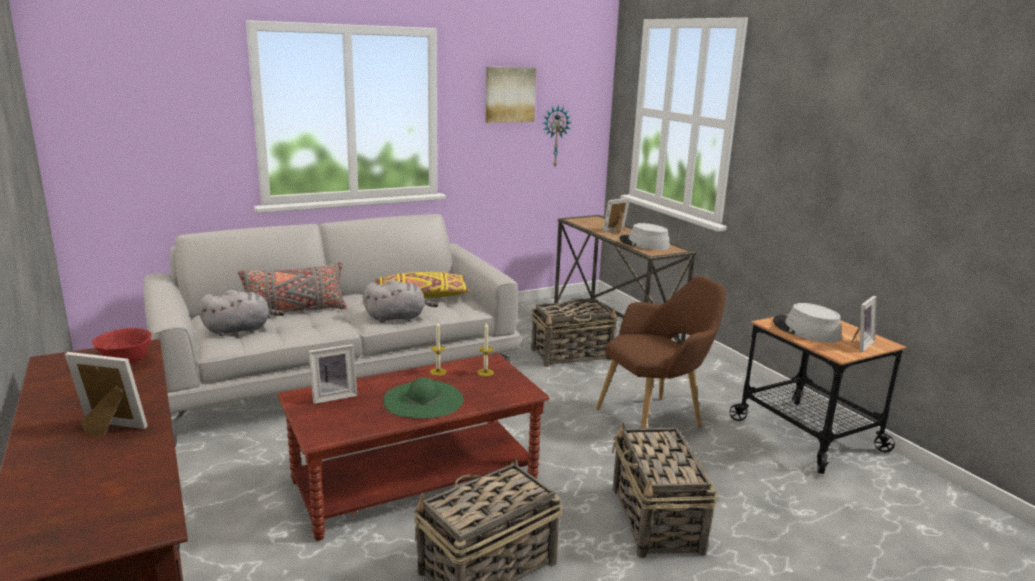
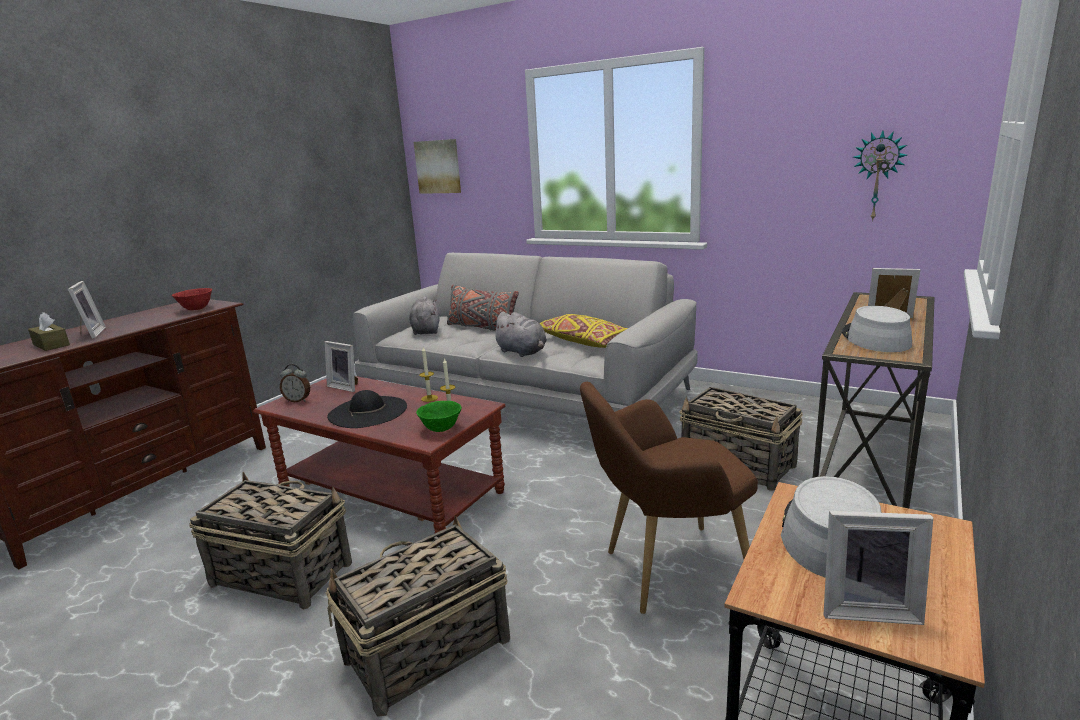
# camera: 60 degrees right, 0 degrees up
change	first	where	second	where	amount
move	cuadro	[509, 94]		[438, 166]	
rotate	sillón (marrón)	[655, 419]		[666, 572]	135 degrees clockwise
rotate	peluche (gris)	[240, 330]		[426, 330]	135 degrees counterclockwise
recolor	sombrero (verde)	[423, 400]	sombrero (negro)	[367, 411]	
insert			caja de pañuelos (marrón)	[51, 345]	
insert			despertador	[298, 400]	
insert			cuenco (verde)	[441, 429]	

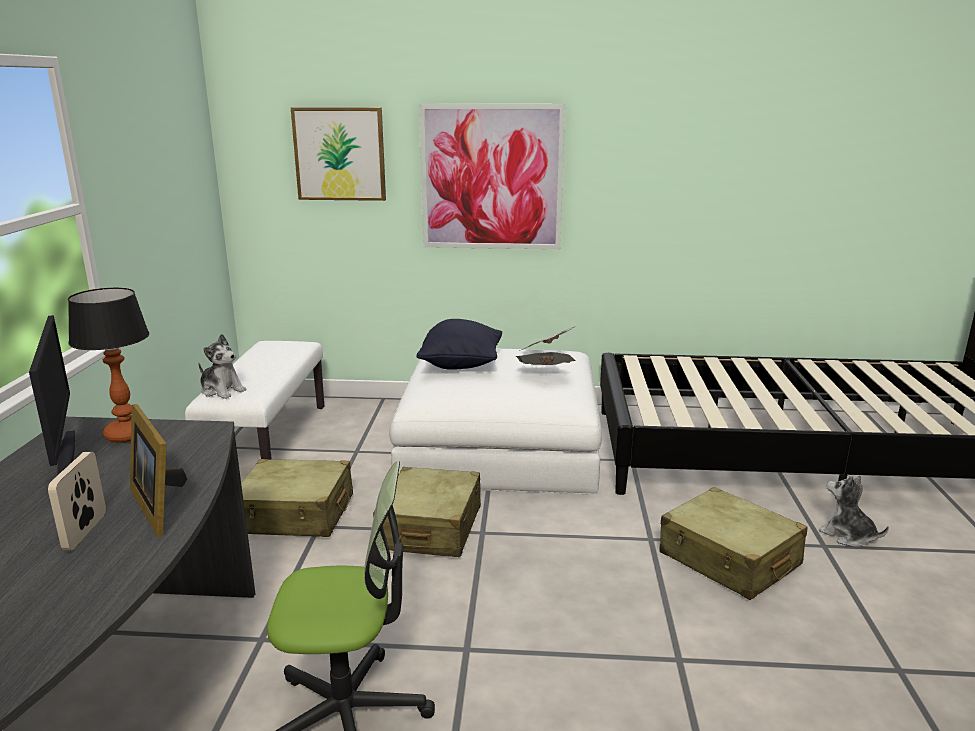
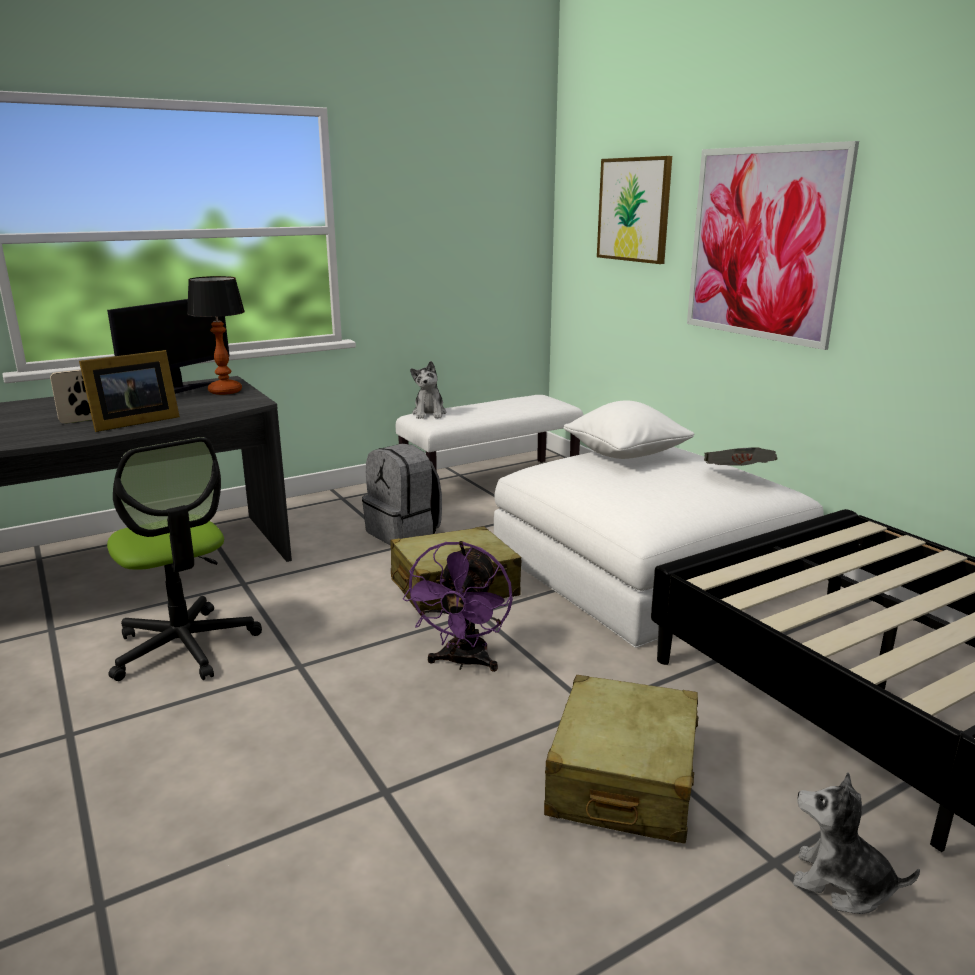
# camera: 55 degrees right, 0 degrees up
change	first	where	second	where	amount
recolor	cojín (negro)	[461, 365]	cojín (blanco)	[626, 456]	
delete	periódico	[545, 374]			
rotate	portarretratos	[160, 505]		[132, 422]	150 degrees counterclockwise
replace	maleta (beis)	[296, 514]	mochila (gris)	[404, 533]	
rotate	peluche	[847, 536]		[841, 884]	75 degrees counterclockwise
insert			ventilador (morado)	[463, 662]	

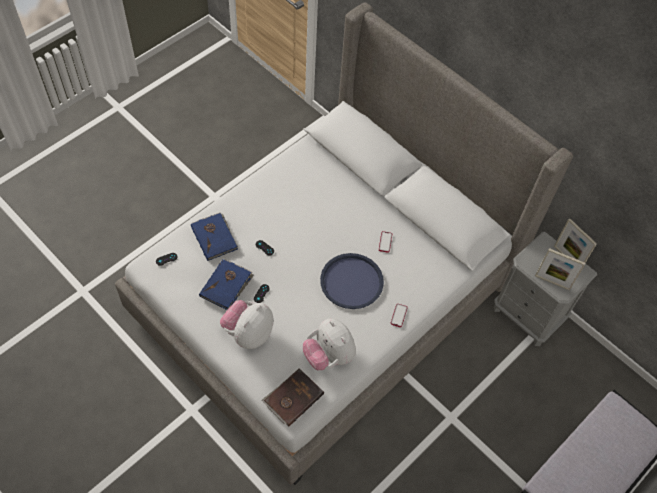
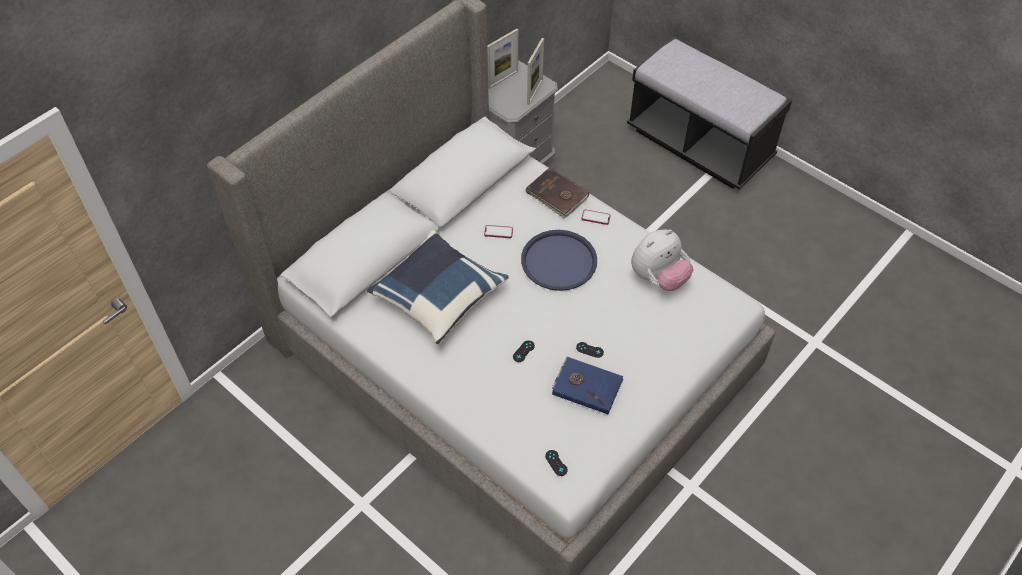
# camera: 90 degrees left, 5 degrees down
change	first	where	second	where	amount
delete	libro (azul)	[214, 237]			
delete	peluche	[248, 333]			
move	libro (marrón)	[292, 398]		[557, 195]	
insert			cojín (azul)	[438, 297]	

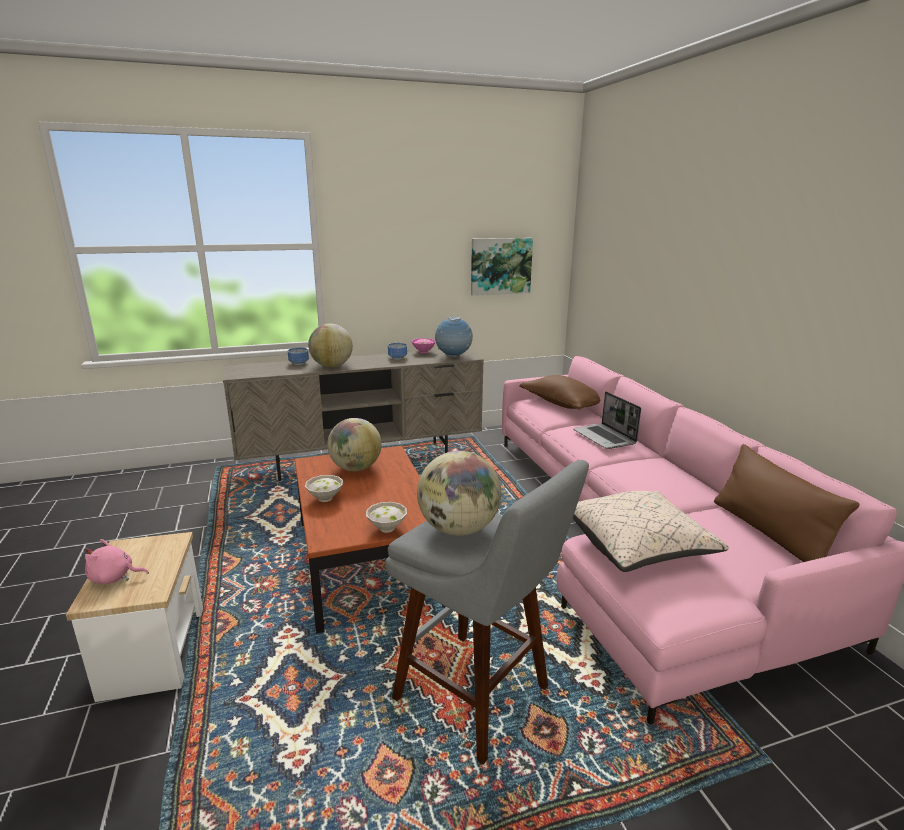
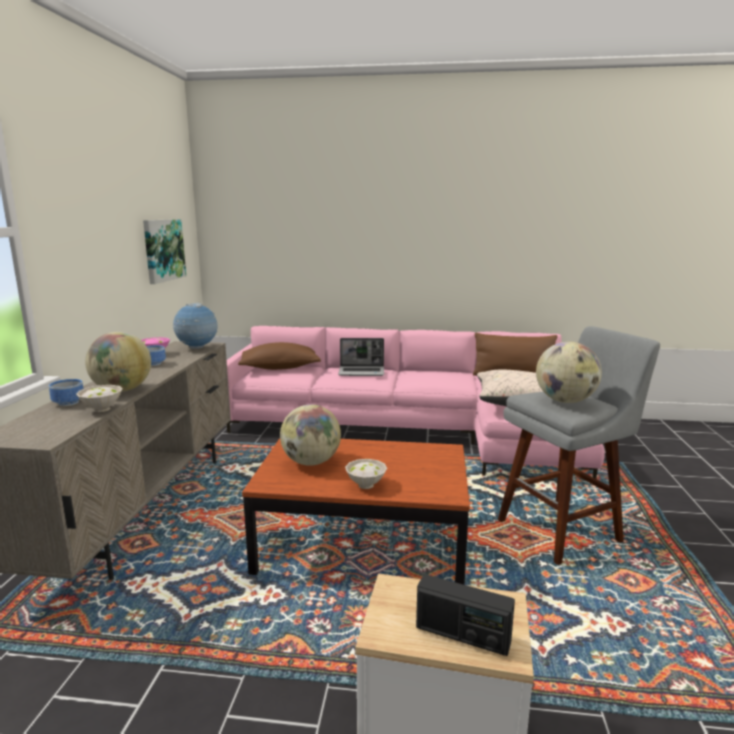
# camera: 65 degrees left, 5 degrees down
change	first	where	second	where	amount
move	cuenco (blanco)	[386, 528]		[101, 409]	
replace	peluche (rosa)	[114, 577]	radio	[462, 635]	

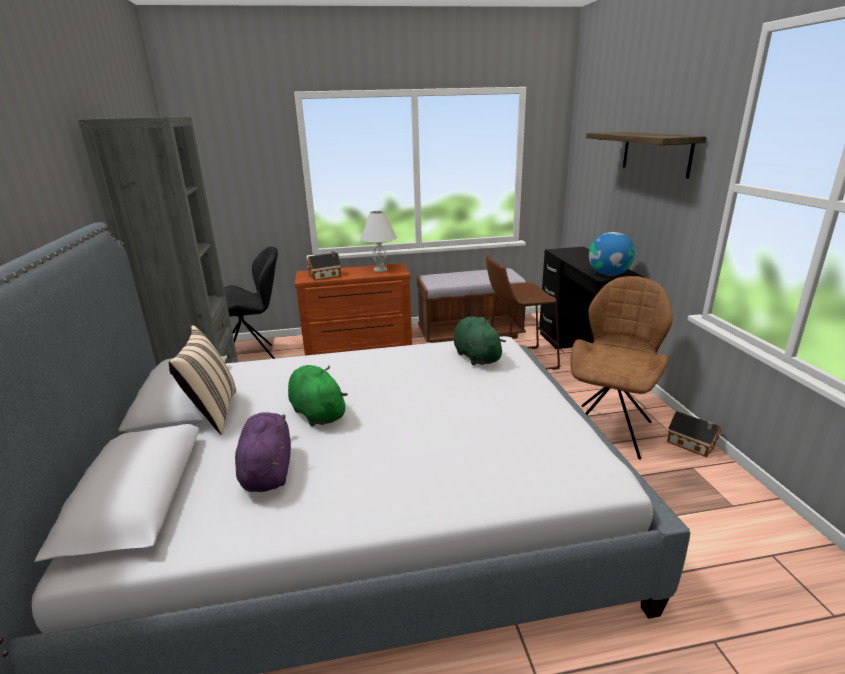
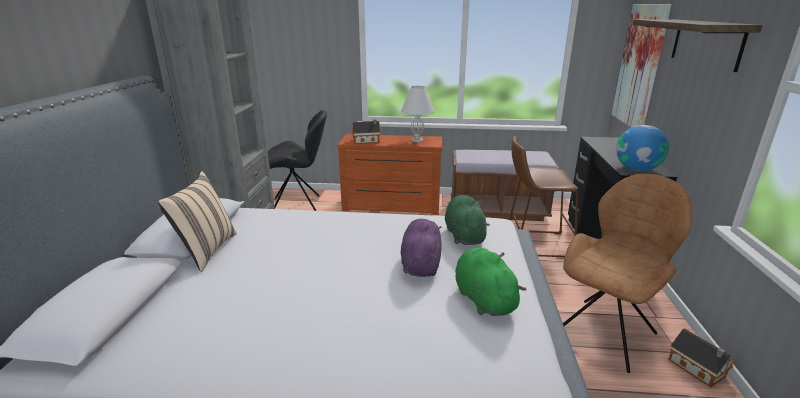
# camera: 15 degrees right, 0 degrees up
change	first	where	second	where	amount
move	peluche (verde)	[317, 412]		[483, 298]	
move	peluche (morado)	[267, 470]		[420, 263]	
insert			cuadro	[639, 66]	

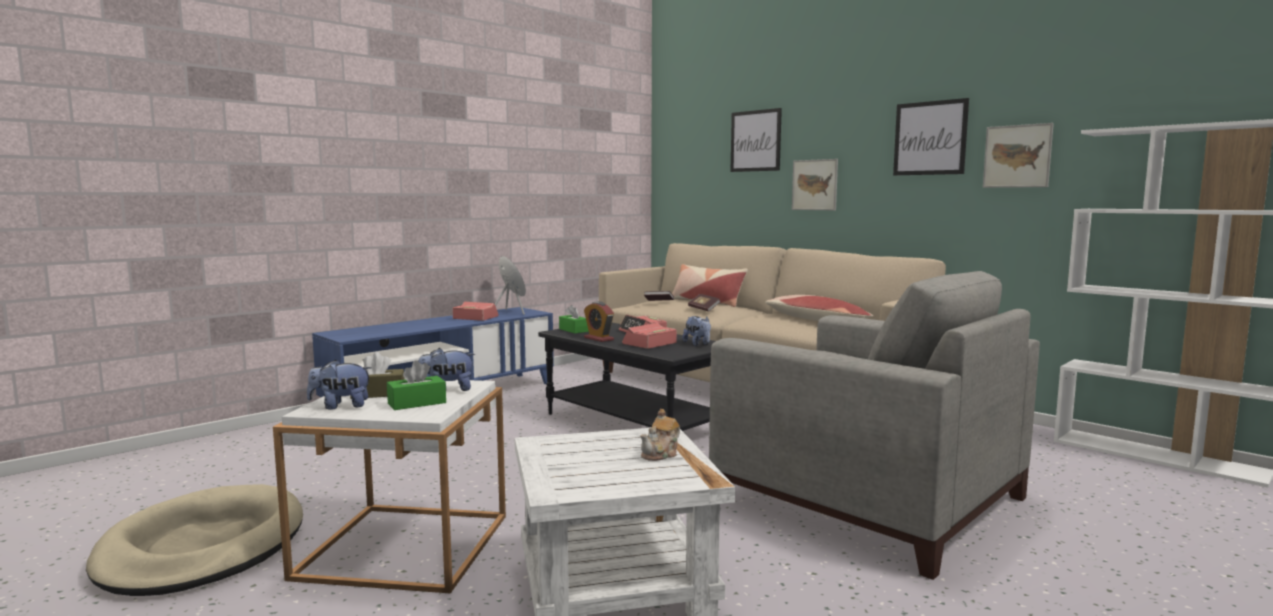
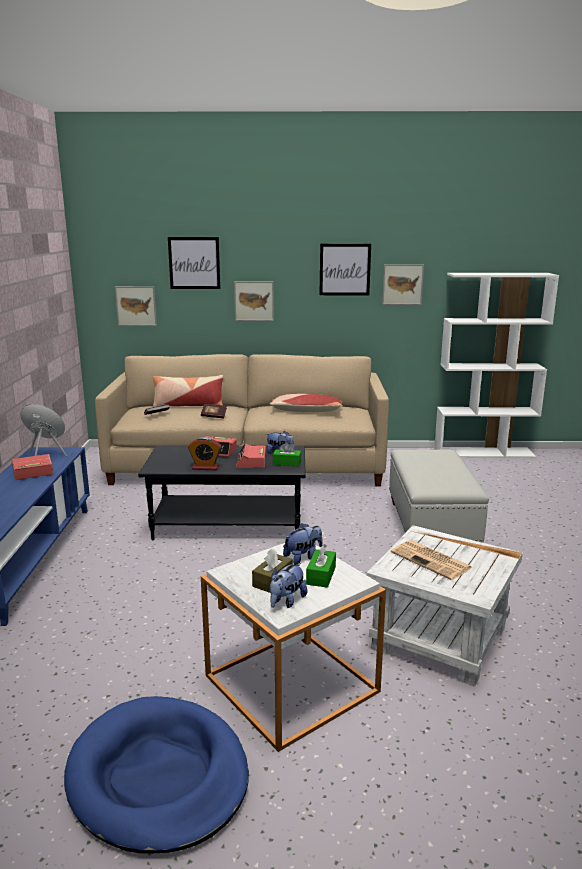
# camera: 45 degrees left, 10 degrees up
change	first	where	second	where	amount
replace	sillón (gris)	[863, 497]	puf (blanco)	[431, 527]	
move	caja de pañuelos (verde)	[573, 330]		[287, 463]	
rotate	peluche	[446, 390]		[303, 557]	150 degrees counterclockwise
delete	tetera	[661, 454]			
recolor	cama para perro (beis)	[202, 547]	cama para perro (azul)	[158, 777]	
insert			cuadro	[136, 306]	
insert			periódico	[432, 560]	

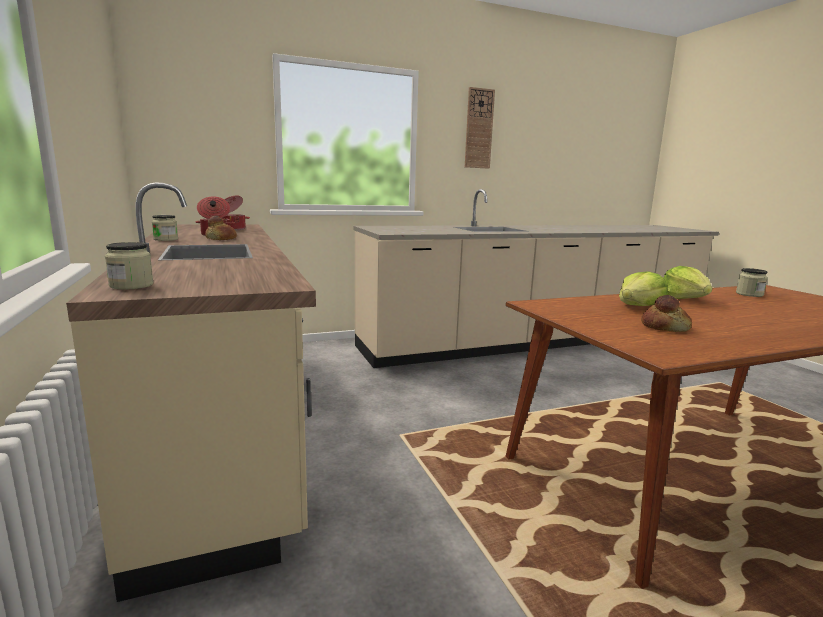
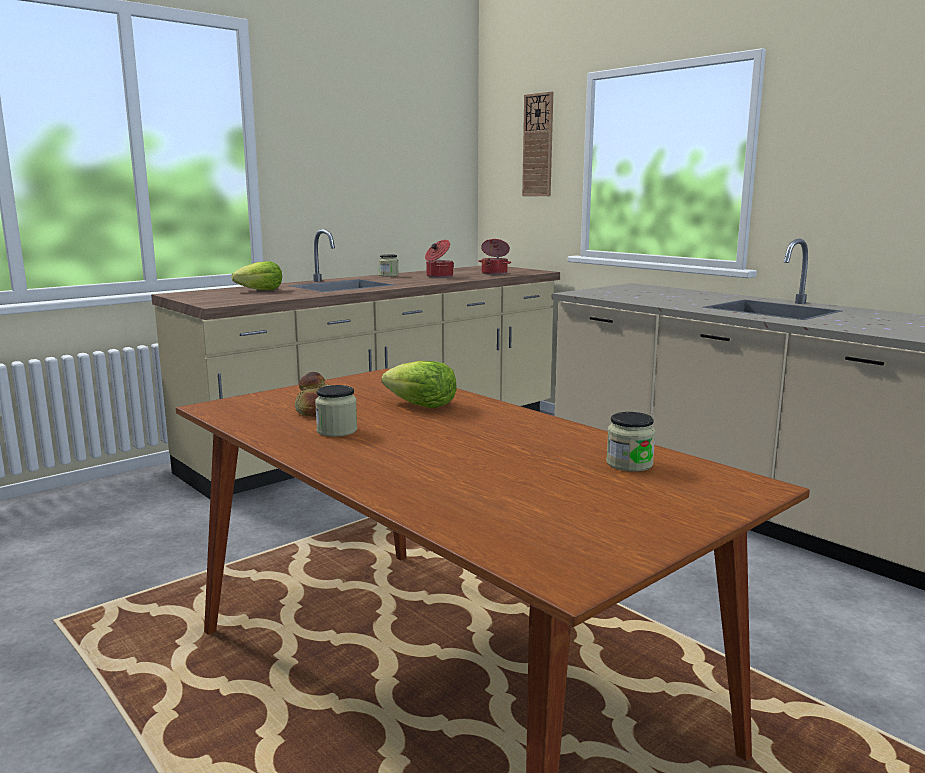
# camera: 70 degrees right, 0 degrees up
change	first	where	second	where	amount
move	reloj de pared	[479, 129]		[538, 145]	
delete	pan	[221, 239]			
move	tarro	[131, 285]		[337, 431]	
move	lechuga	[684, 299]		[260, 290]	

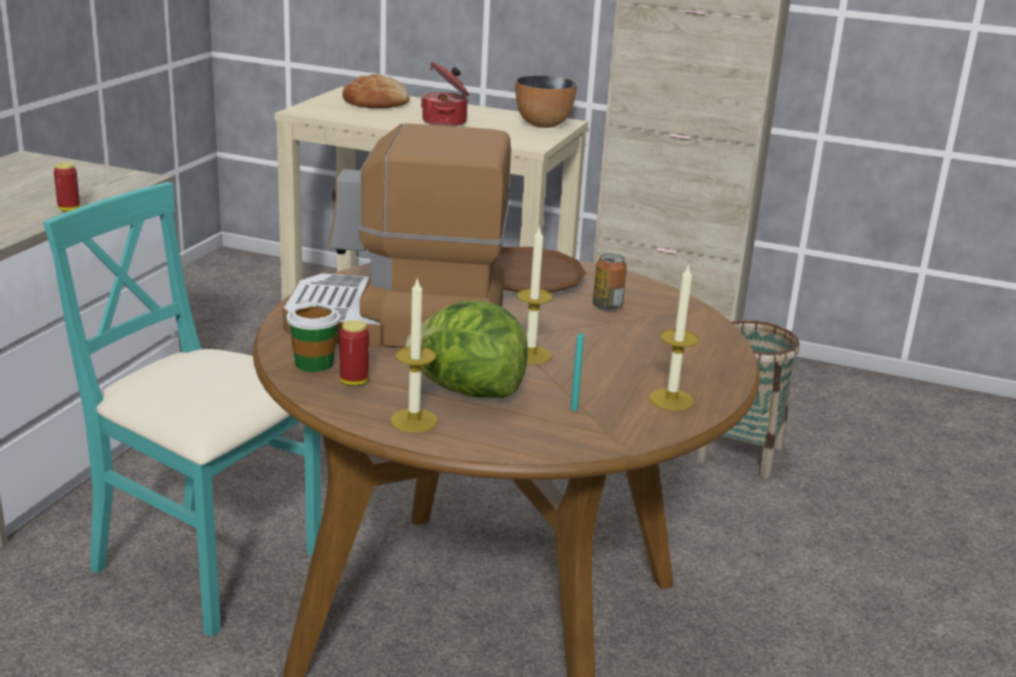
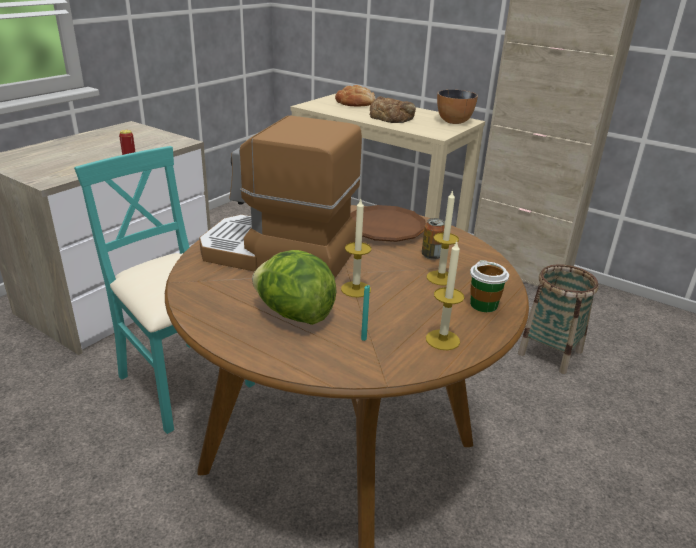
# camera: 15 degrees right, 5 degrees up
change	first	where	second	where	amount
replace	olla	[446, 122]	pan	[391, 117]	
move	vela	[414, 420]		[440, 278]	
move	taza	[314, 364]		[483, 305]	
delete	lata	[354, 381]			

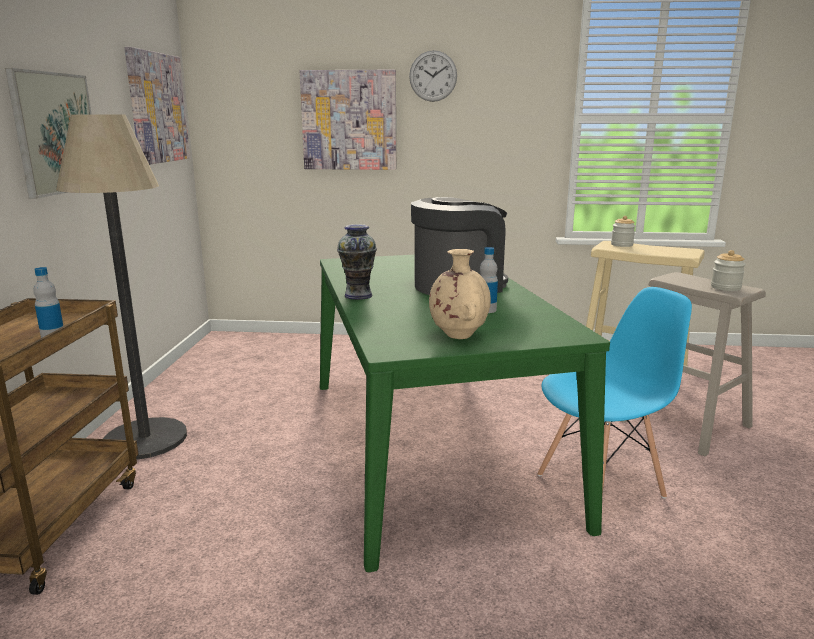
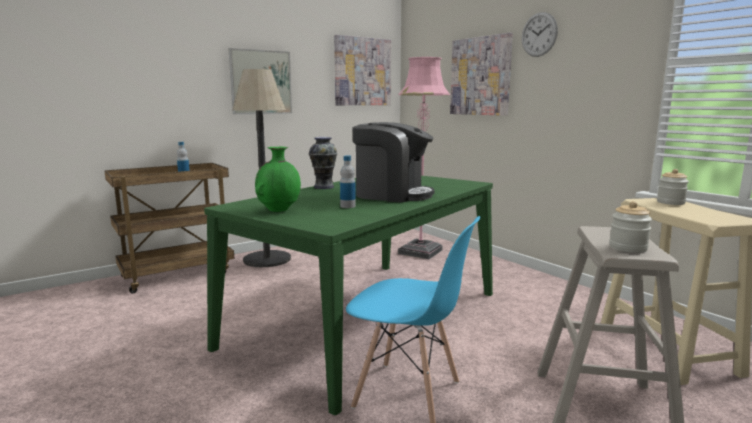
# camera: 50 degrees right, 5 degrees down
change	first	where	second	where	amount
recolor	florero (beis)	[458, 335]	florero (verde)	[279, 210]	
insert			lámpara de pie (rosa)	[420, 252]	

